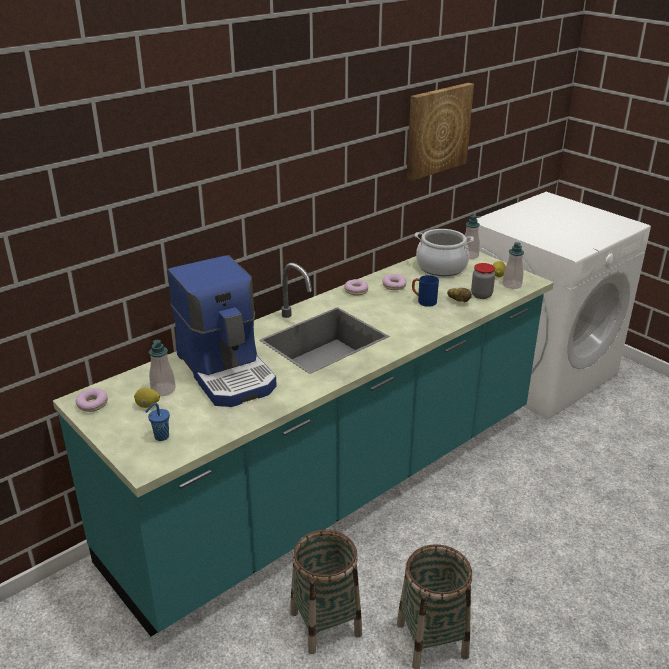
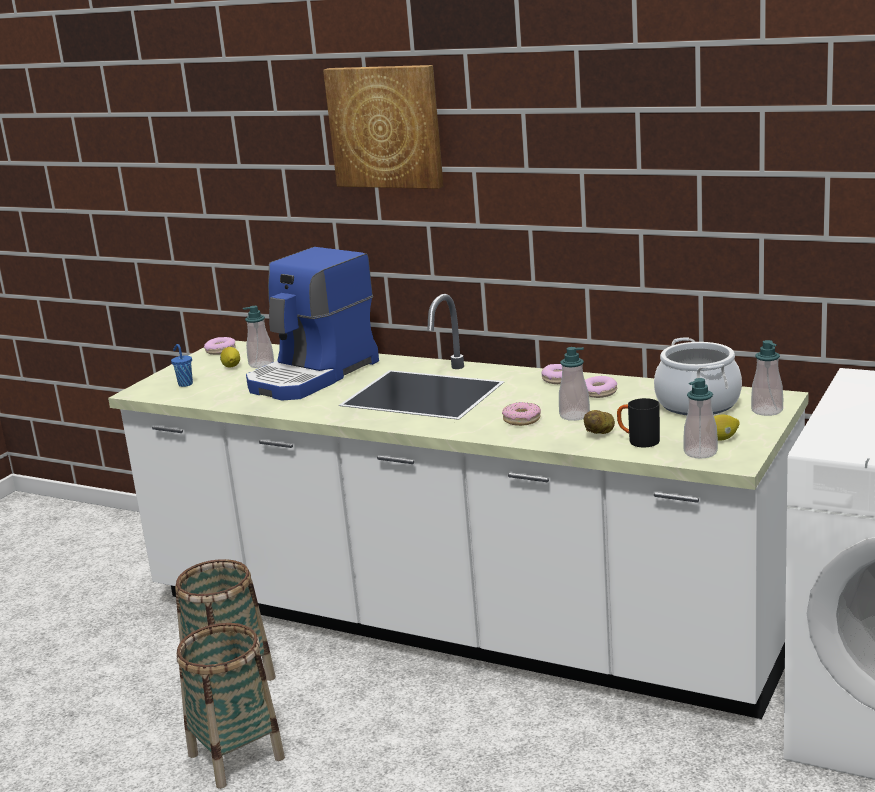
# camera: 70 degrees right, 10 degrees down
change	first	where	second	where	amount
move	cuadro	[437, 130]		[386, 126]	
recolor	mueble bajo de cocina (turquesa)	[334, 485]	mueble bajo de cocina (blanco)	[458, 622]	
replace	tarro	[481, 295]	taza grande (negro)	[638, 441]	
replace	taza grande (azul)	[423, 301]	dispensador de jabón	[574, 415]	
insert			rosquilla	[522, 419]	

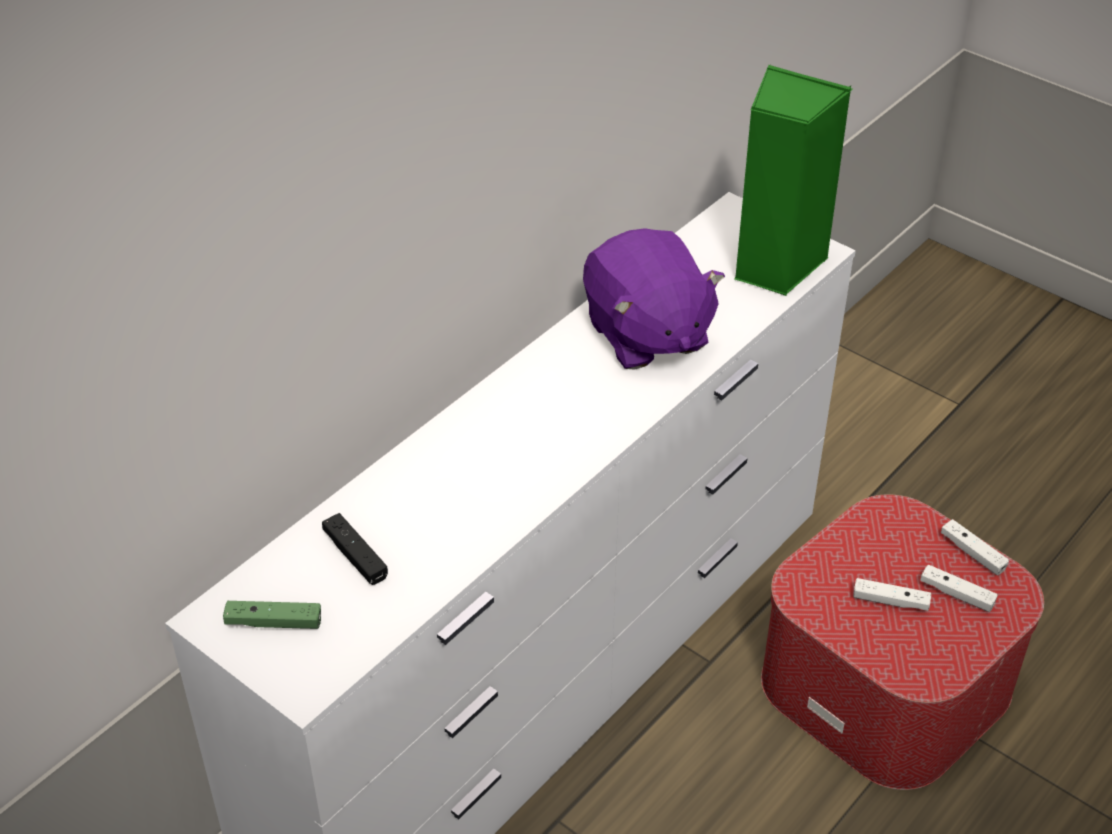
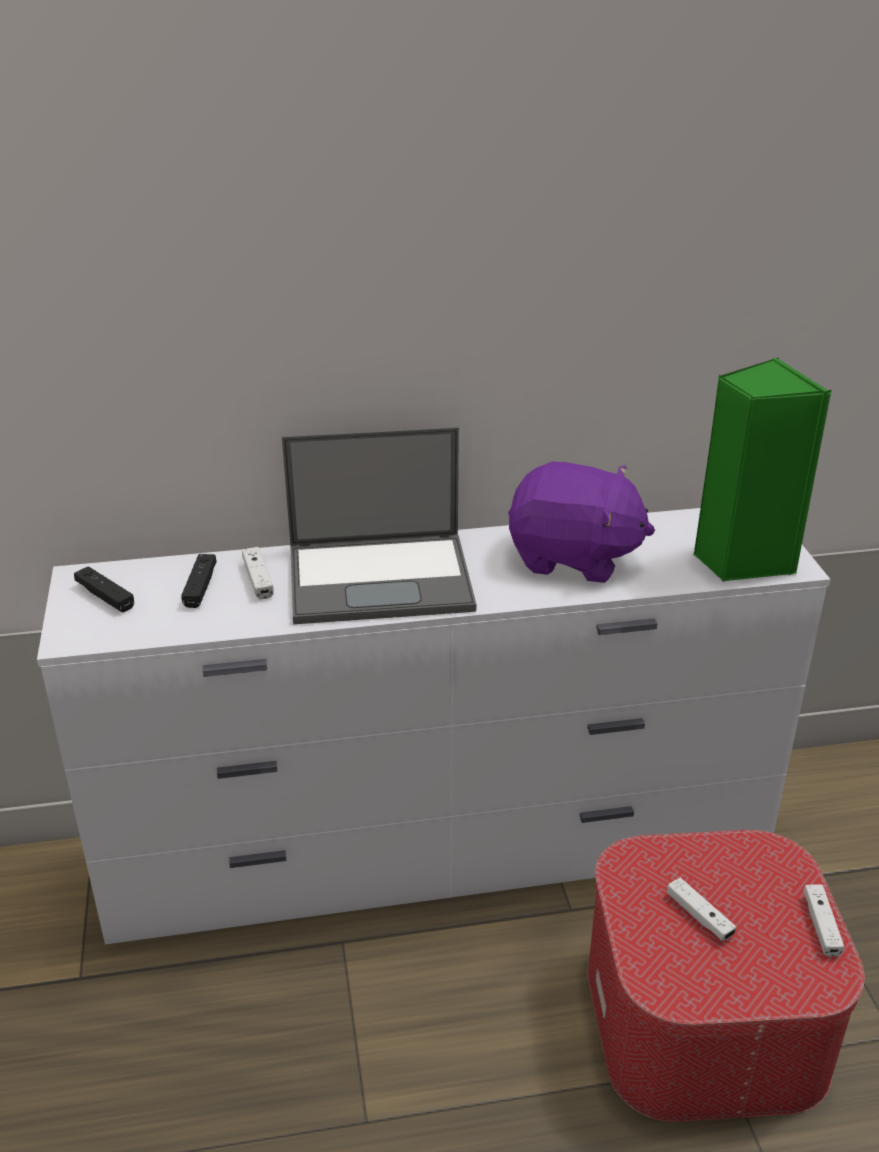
# camera: 40 degrees right, 10 degrees down
change	first	where	second	where	amount
rotate	peluche (morado)	[646, 335]		[573, 558]	90 degrees counterclockwise
move	mando de consola (blanco)	[956, 594]		[258, 580]	
recolor	mando de consola (verde)	[274, 622]	mando de consola (negro)	[105, 596]	
insert			portátil	[382, 577]	

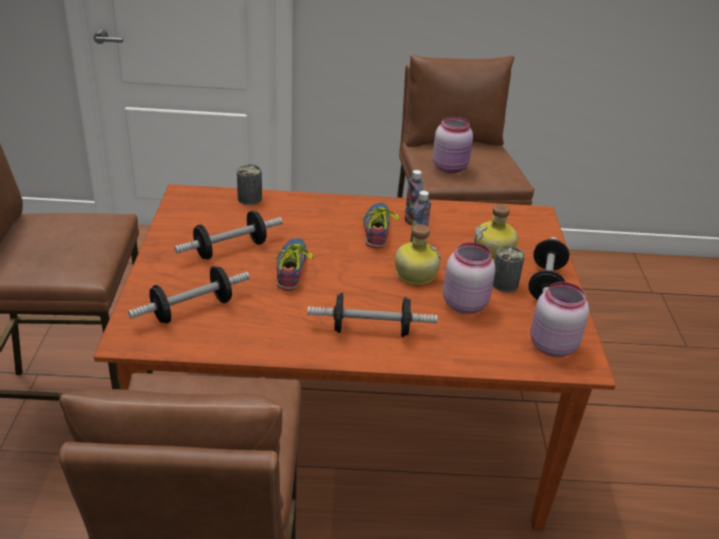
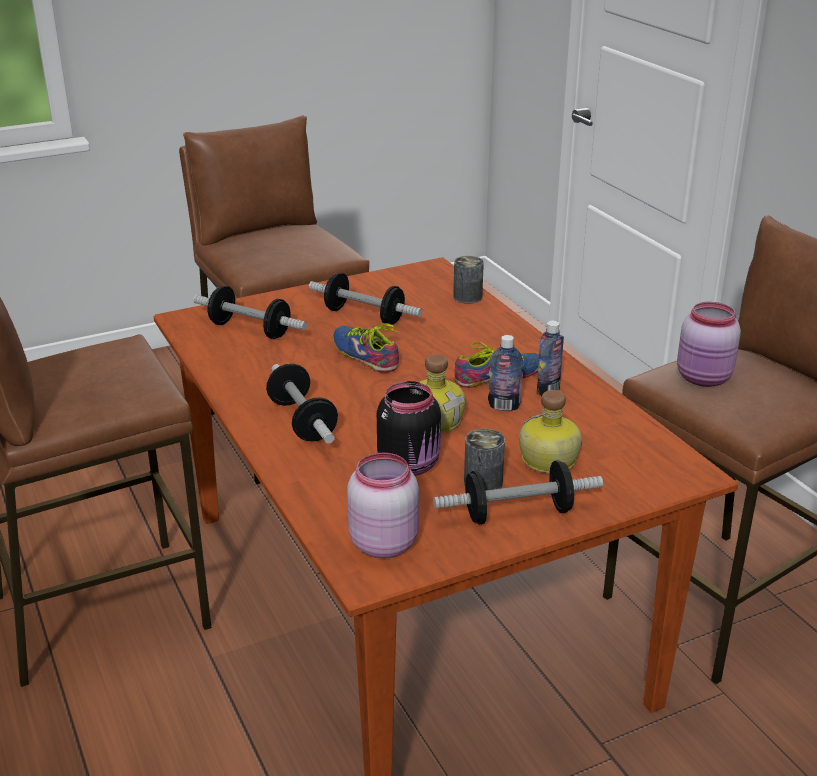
# camera: 65 degrees right, 5 degrees down
change	first	where	second	where	amount
rotate	zapato	[294, 268]		[367, 354]	105 degrees counterclockwise
recolor	tarro (rosa)	[465, 303]	tarro (negro)	[410, 464]	

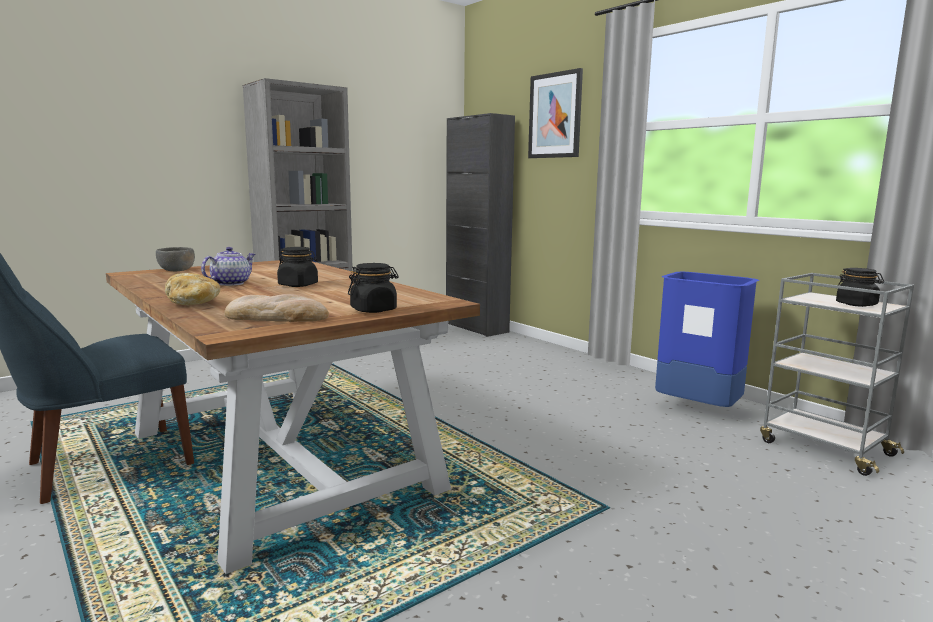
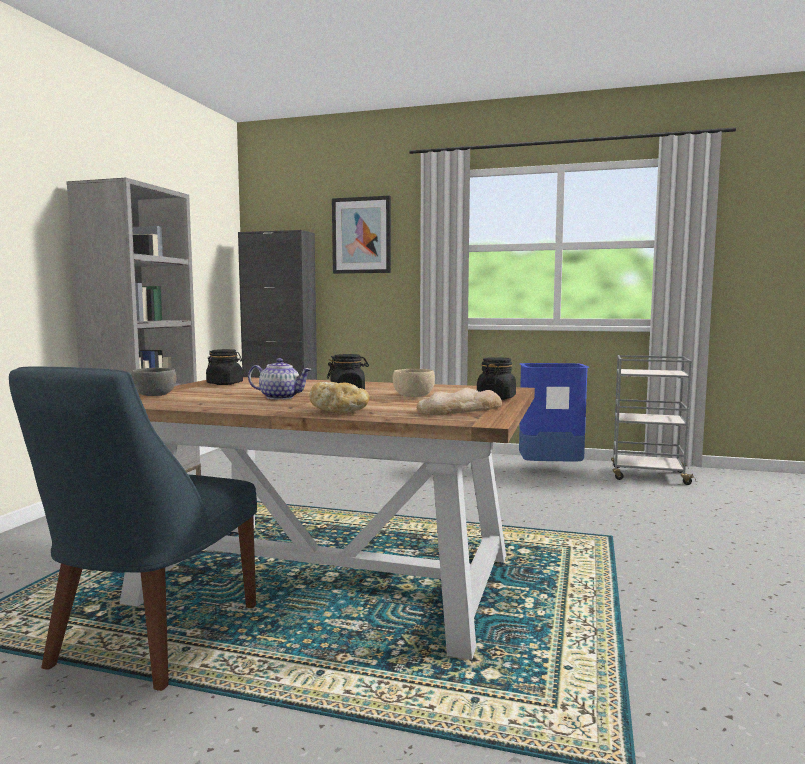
# camera: 35 degrees left, 5 degrees down
change	first	where	second	where	amount
rotate	tetera	[231, 283]		[280, 397]	105 degrees clockwise
move	tarro (negro)	[856, 304]		[225, 384]	
insert			cuenco (beis)	[413, 396]	

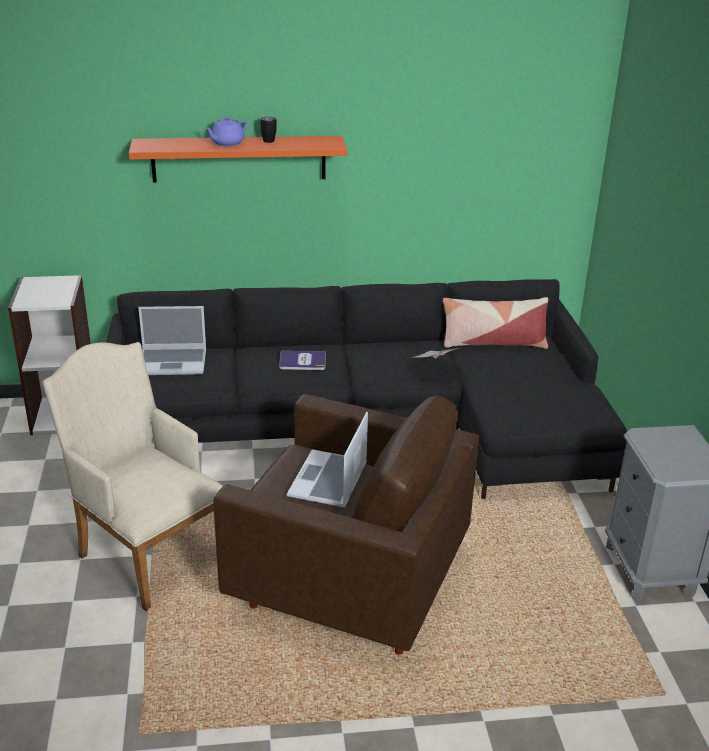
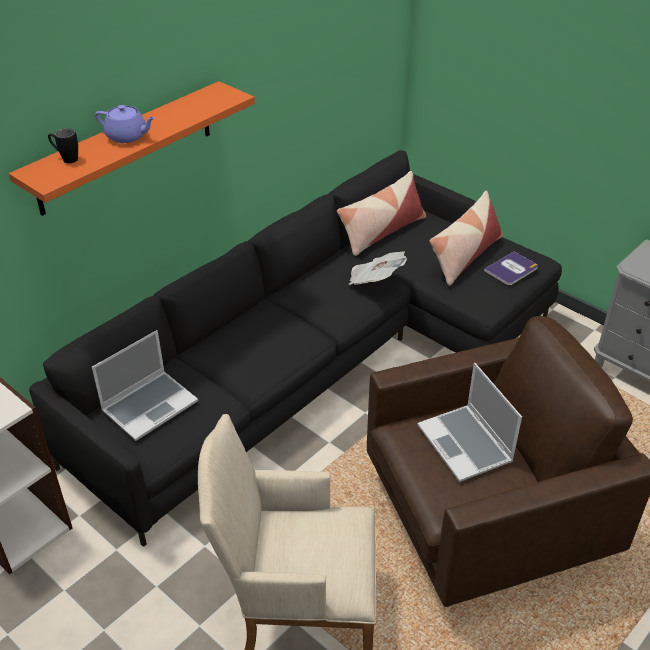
# camera: 40 degrees left, 10 degrees up
change	first	where	second	where	amount
rotate	tetera (morado)	[227, 143]		[127, 136]	75 degrees counterclockwise
move	taza grande (negro)	[267, 140]		[66, 158]	
move	libro	[302, 361]		[511, 269]	
insert			cojín	[465, 256]	

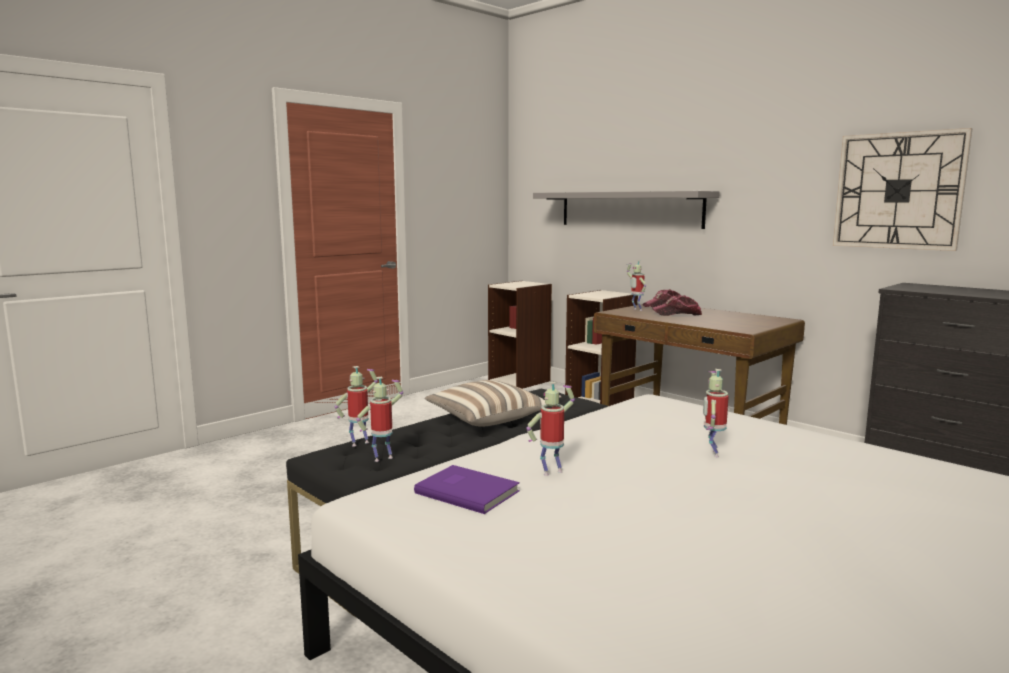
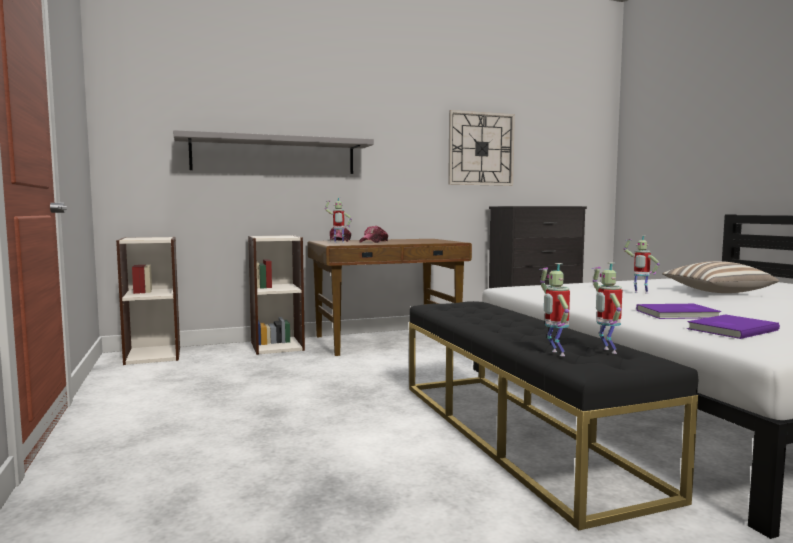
# camera: 65 degrees left, 5 degrees down
change	first	where	second	where	amount
move	cojín	[485, 419]		[716, 292]	
replace	robot de juguete	[551, 471]	libro (morado)	[679, 314]	

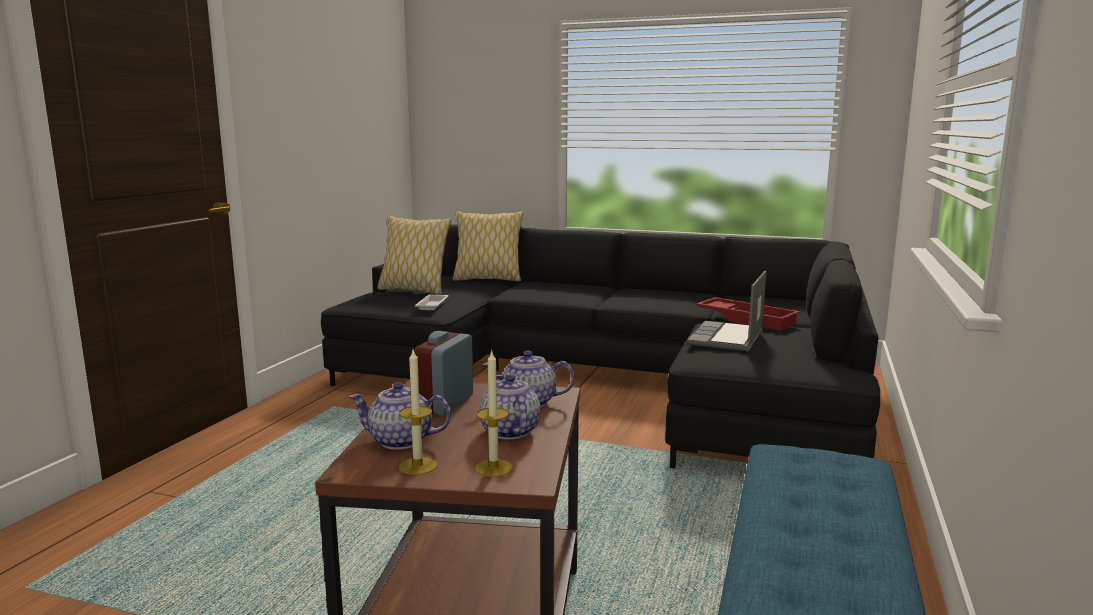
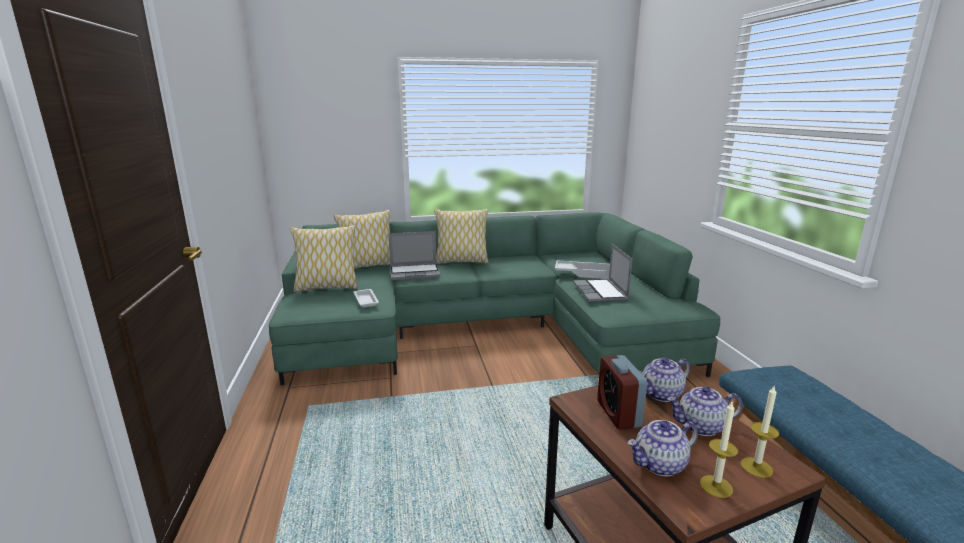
# camera: 30 degrees left, 5 degrees up
change	first	where	second	where	amount
recolor	sofá (negro)	[611, 381]	sofá (verde)	[488, 328]	
recolor	bandeja (rojo)	[748, 319]	bandeja (blanco)	[586, 273]	
rotate	tetera	[509, 431]		[700, 427]	45 degrees counterclockwise
insert			cojín	[461, 261]	
insert			portátil	[415, 273]	

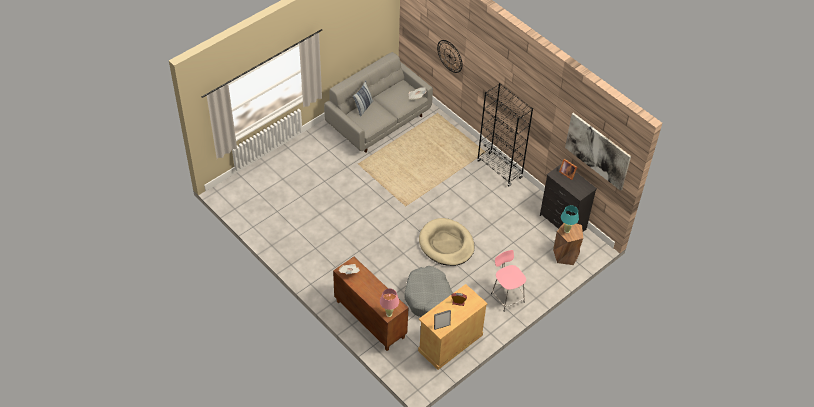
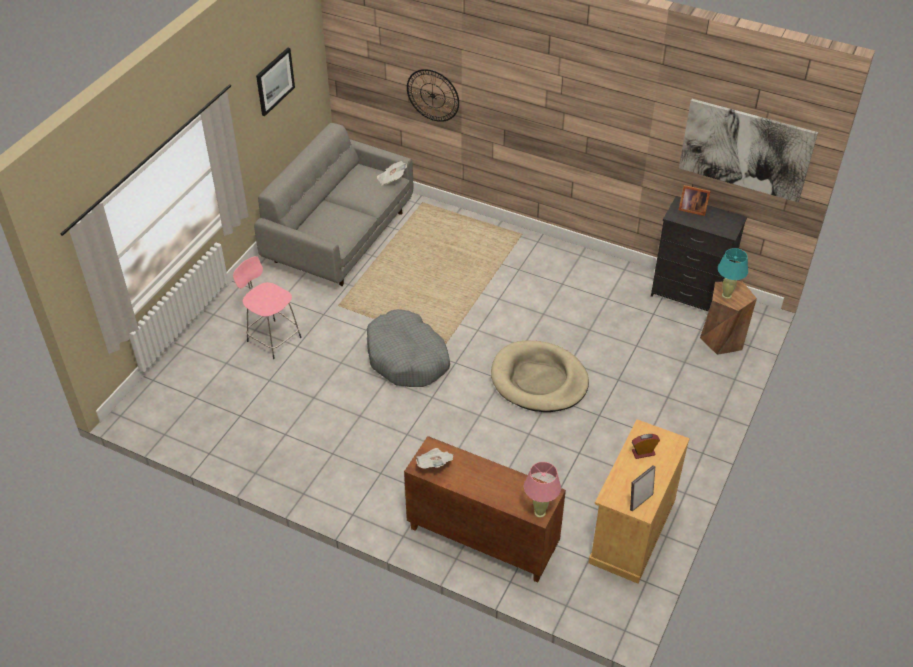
# camera: 20 degrees left, 5 degrees down
change	first	where	second	where	amount
delete	cojín	[363, 107]			
delete	estantería (negro)	[499, 169]			
move	taburete (rosa)	[507, 297]		[272, 338]	
move	cama para perro (gris)	[429, 298]		[407, 358]	
insert			cuadro	[274, 81]	

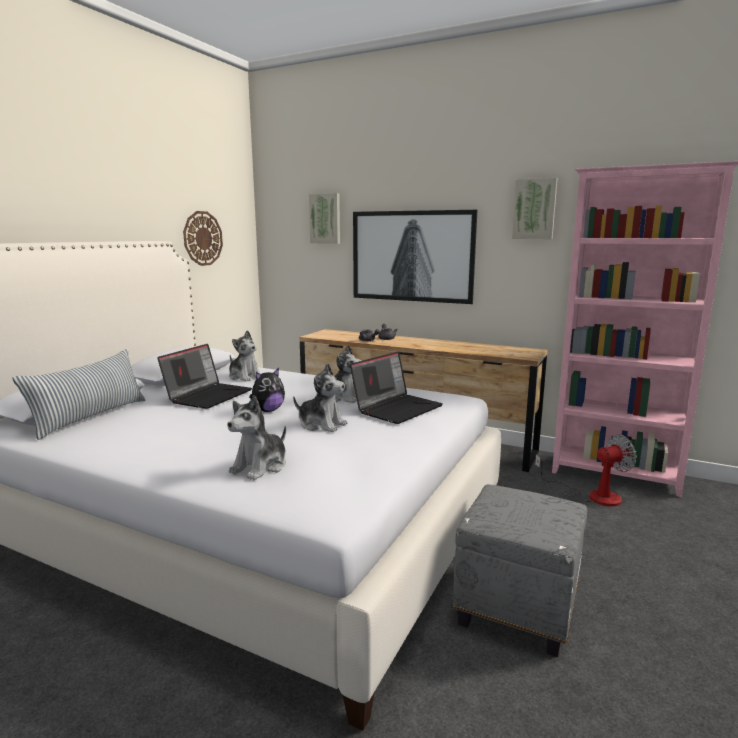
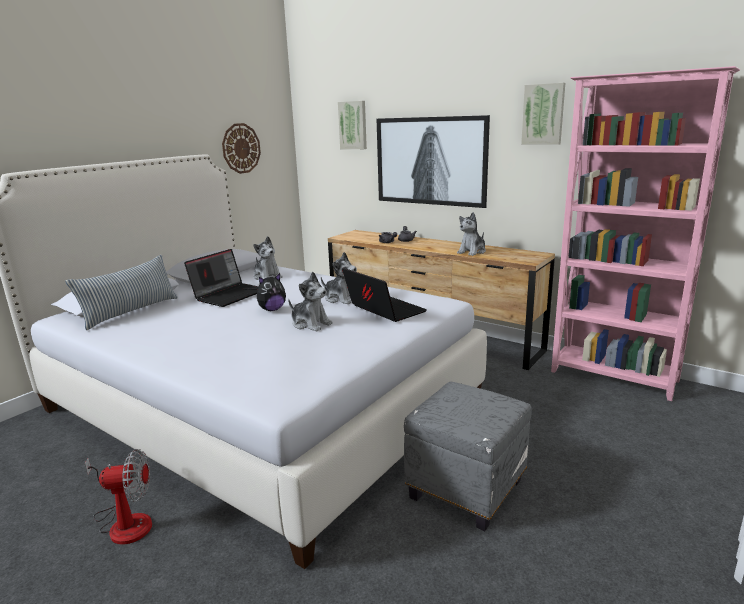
# camera: 10 degrees right, 5 degrees up
change	first	where	second	where	amount
rotate	portátil	[397, 408]		[383, 310]	90 degrees counterclockwise
move	peluche	[260, 467]		[472, 252]	
move	ventilador	[592, 495]		[125, 522]	

